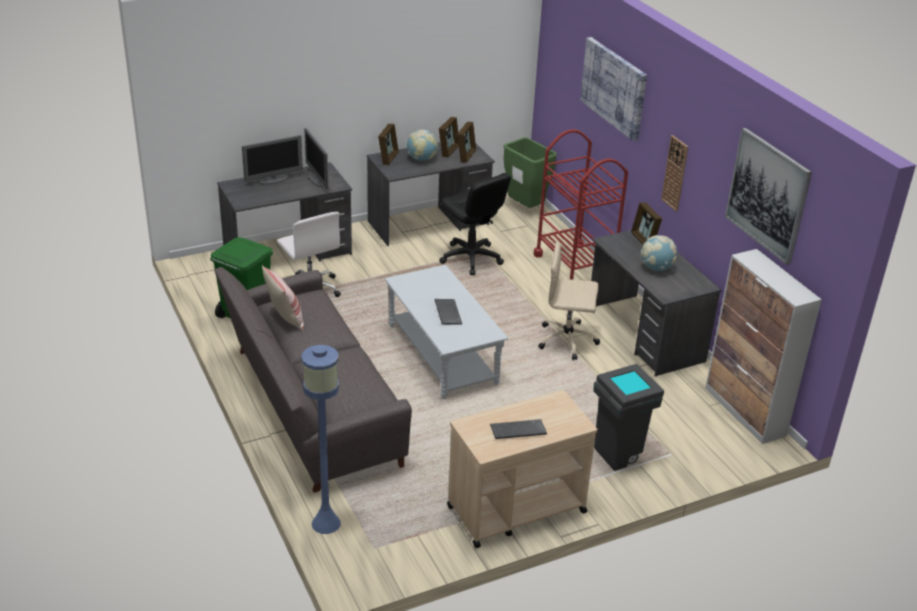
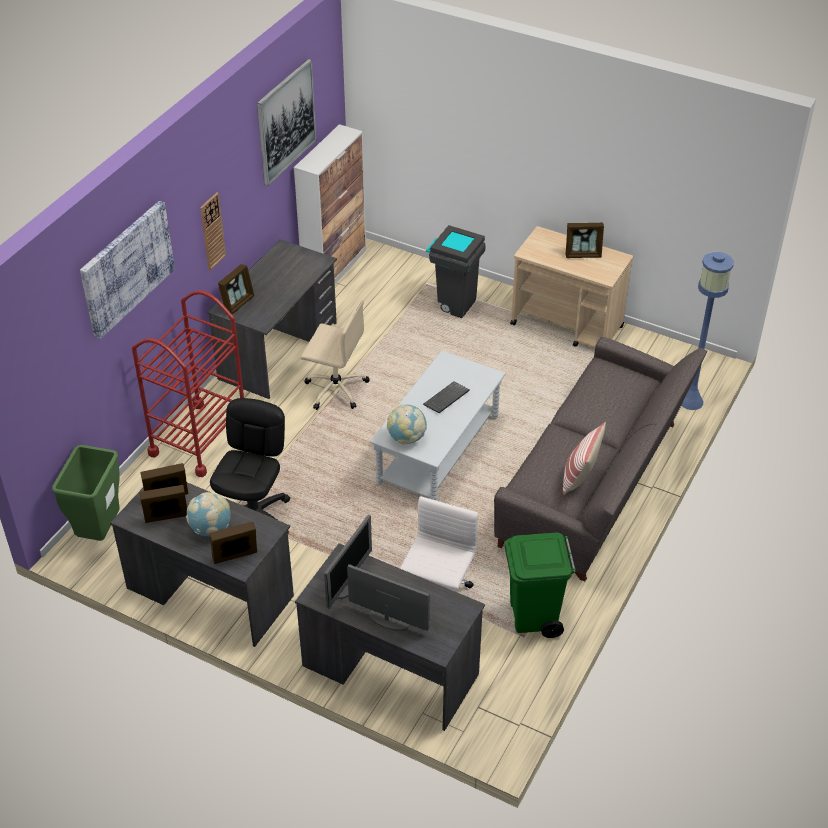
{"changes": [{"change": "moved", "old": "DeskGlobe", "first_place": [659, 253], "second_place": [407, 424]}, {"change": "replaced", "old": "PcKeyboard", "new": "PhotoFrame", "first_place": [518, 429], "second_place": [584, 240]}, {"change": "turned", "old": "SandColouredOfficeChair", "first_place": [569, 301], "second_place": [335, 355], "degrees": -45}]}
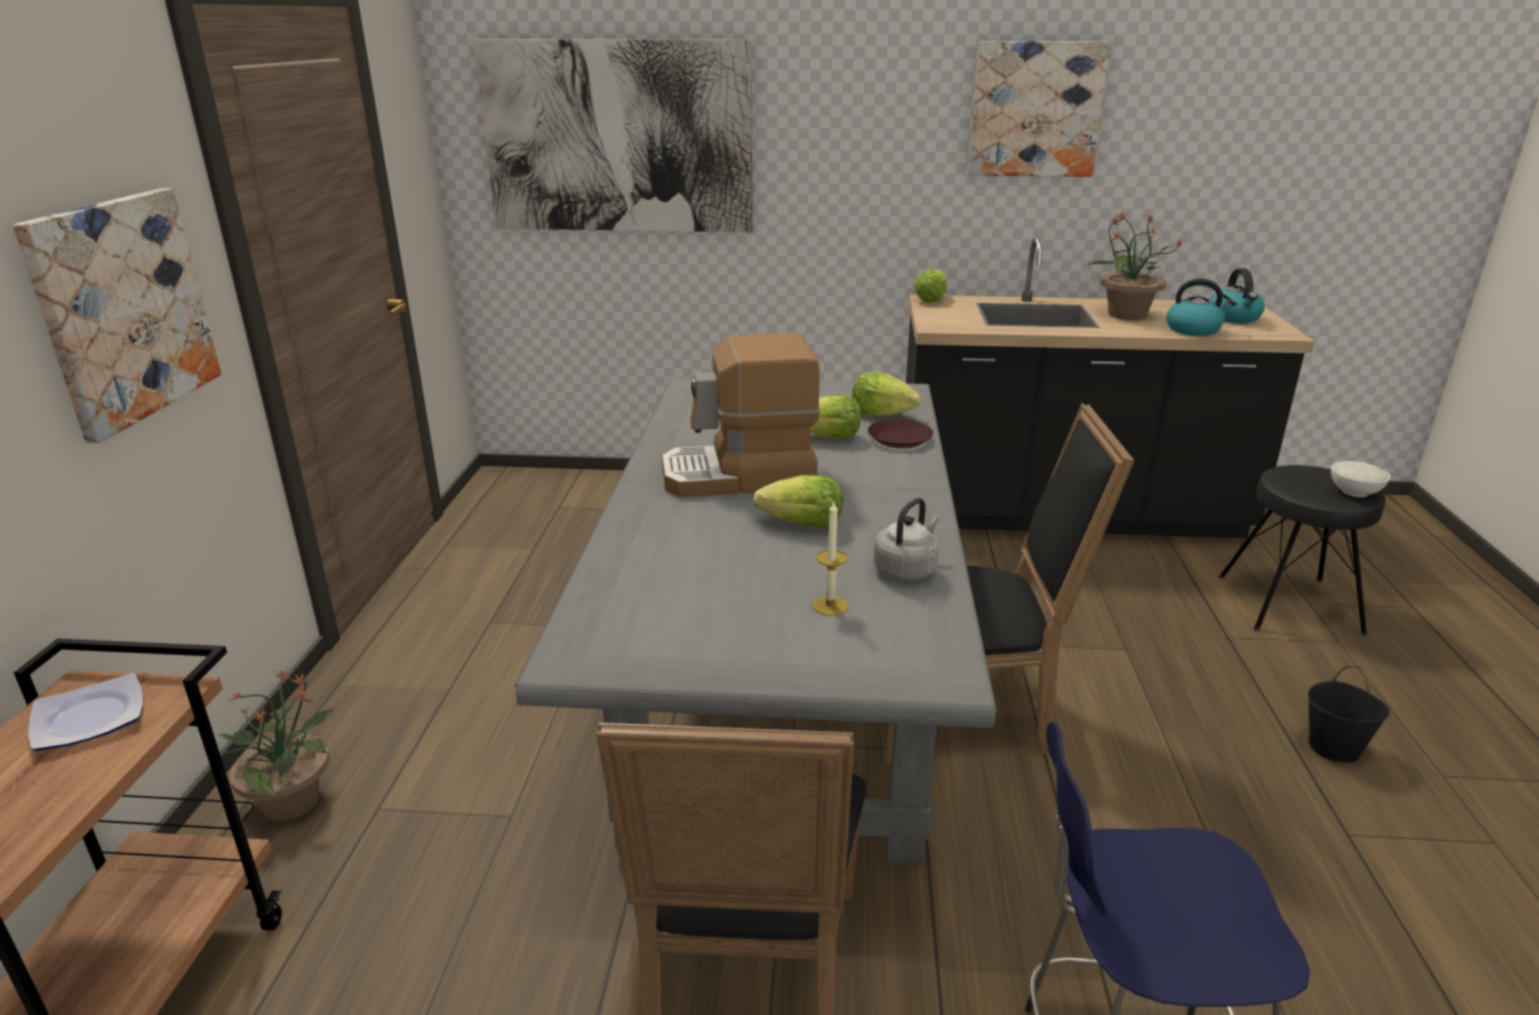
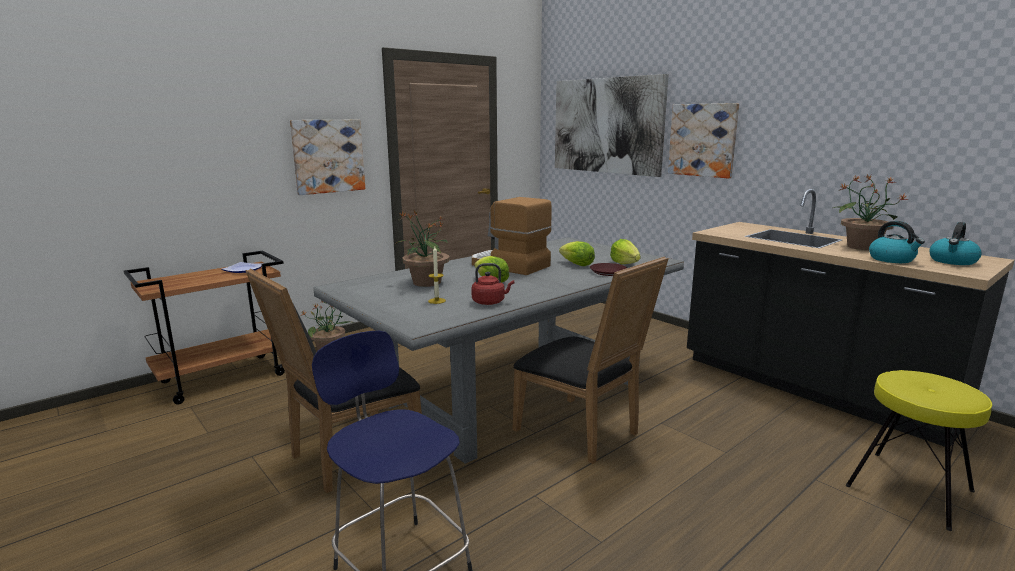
{"changes": [{"change": "removed", "old": "Lettuce", "first_place": [930, 286]}, {"change": "removed", "old": "BlackishPail", "first_place": [1349, 714]}, {"change": "removed", "old": "WhiteDeepDish", "first_place": [1360, 479]}, {"change": "added", "new": "PottedPlant", "second_place": [422, 248]}, {"change": "moved", "old": "WallPicture", "first_place": [1039, 109], "second_place": [703, 140]}, {"change": "recoloured", "old": "GreyishWaterKettle", "new": "ReddishWaterKettle", "first_place": [906, 539], "second_place": [492, 284]}, {"change": "recoloured", "old": "BlackishSittingStool", "new": "YellowColouredSittingStool", "first_place": [1302, 550], "second_place": [919, 450]}]}
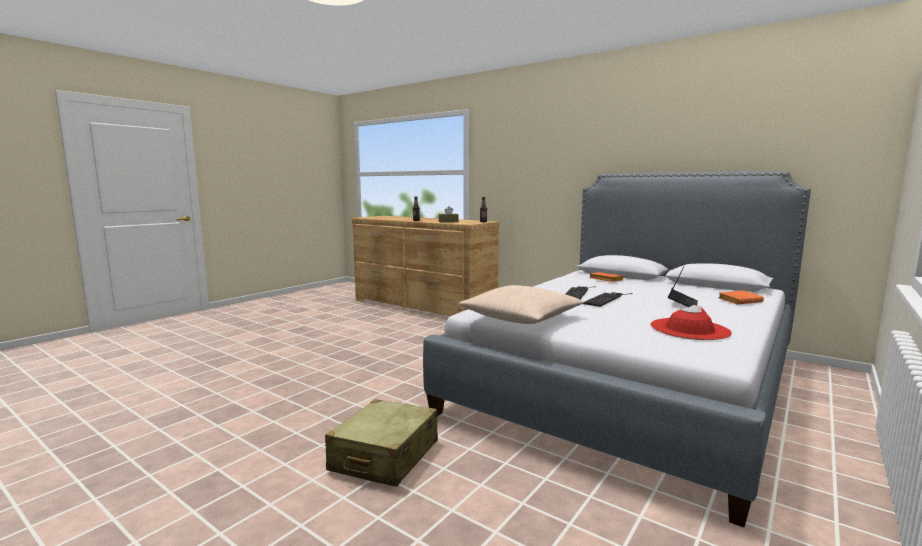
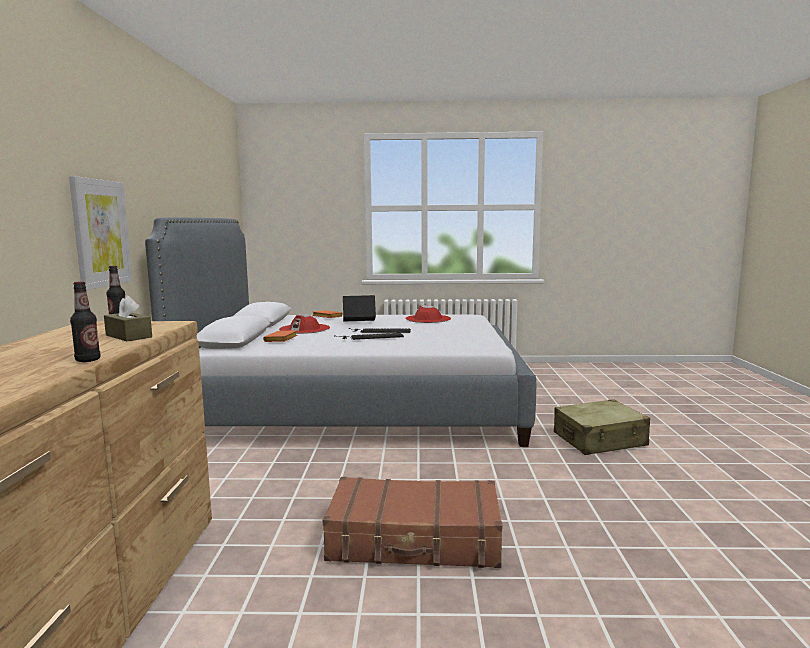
{"changes": [{"change": "removed", "old": "SandColouredCushion", "first_place": [521, 304]}, {"change": "added", "new": "WallPicture", "second_place": [100, 233]}, {"change": "added", "new": "ReddishHat", "second_place": [304, 324]}, {"change": "added", "new": "BrownSuitcase", "second_place": [412, 522]}]}
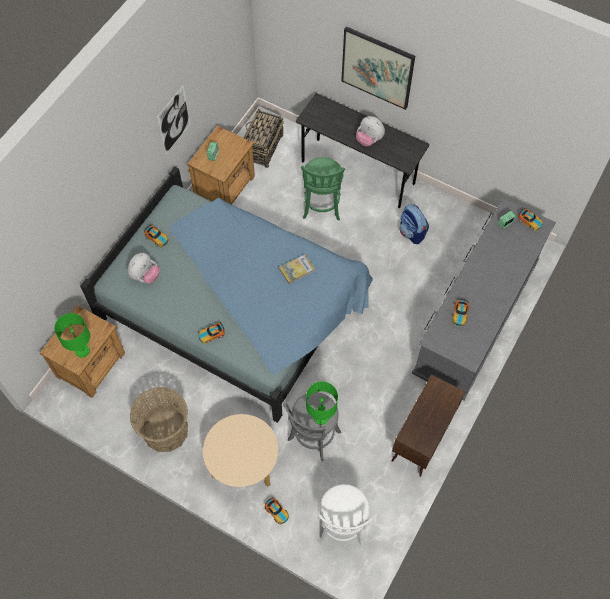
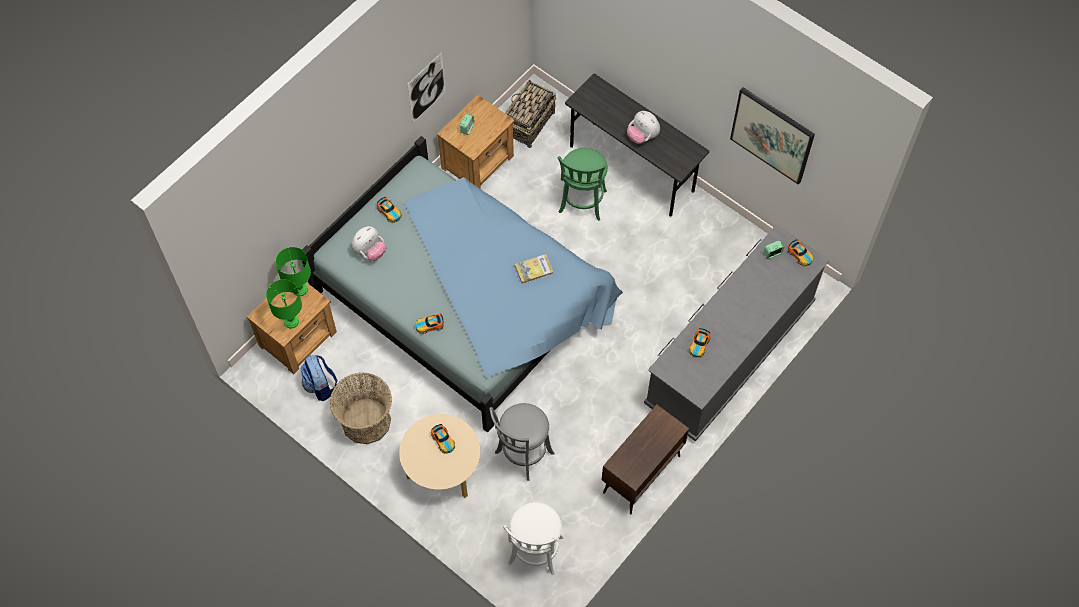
{"changes": [{"change": "moved", "old": "MiniatureCar", "first_place": [277, 510], "second_place": [443, 439]}, {"change": "moved", "old": "GreenColouredLampForATable", "first_place": [322, 403], "second_place": [293, 271]}, {"change": "moved", "old": "WallPicture", "first_place": [378, 68], "second_place": [772, 135]}, {"change": "moved", "old": "Knapsack", "first_place": [414, 224], "second_place": [319, 378]}]}
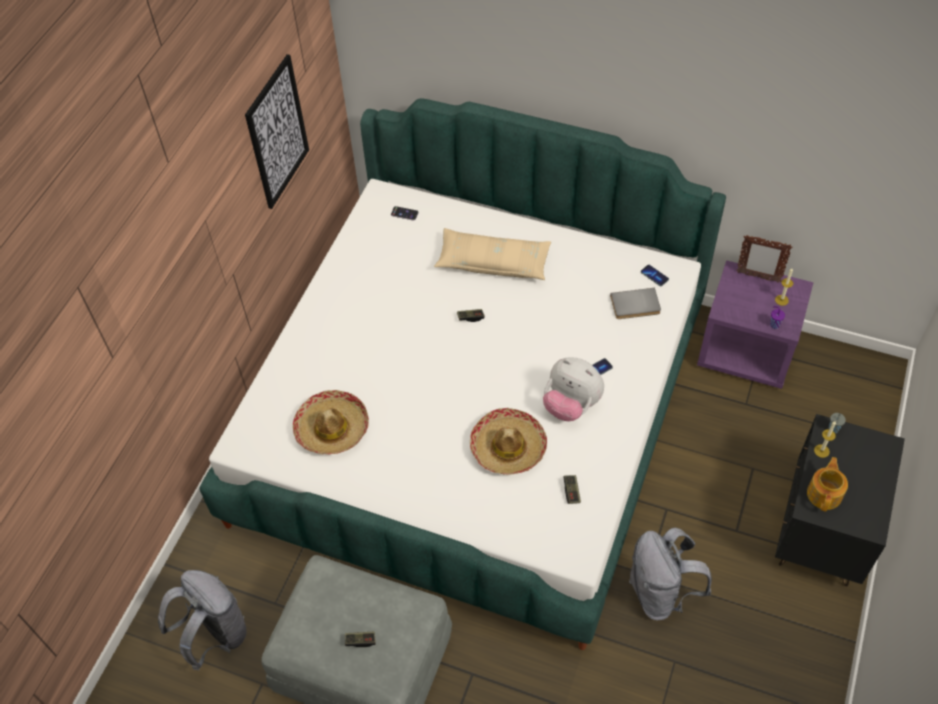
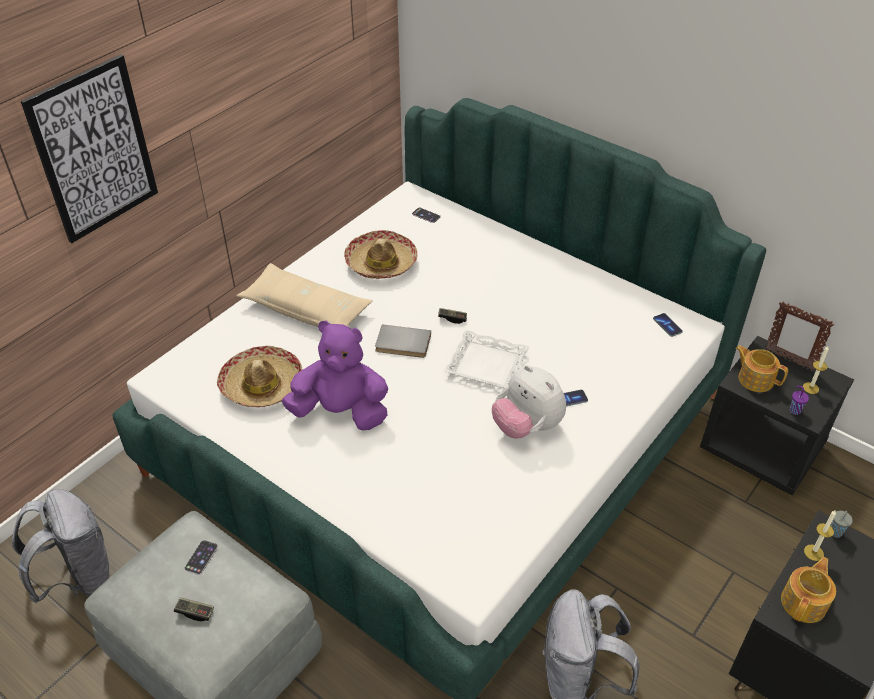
{"changes": [{"change": "removed", "old": "GameController", "first_place": [572, 489]}, {"change": "added", "new": "Telephone", "second_place": [201, 557]}, {"change": "added", "new": "PurpleColouredSoftToy", "second_place": [335, 375]}, {"change": "added", "new": "WhiteTray", "second_place": [487, 359]}, {"change": "added", "new": "Teapot", "second_place": [761, 368]}, {"change": "moved", "old": "WallPicture", "first_place": [277, 131], "second_place": [89, 148]}, {"change": "moved", "old": "SandColouredCushion", "first_place": [492, 254], "second_place": [304, 295]}, {"change": "moved", "old": "Hat", "first_place": [508, 441], "second_place": [381, 254]}, {"change": "moved", "old": "GreyishVolume", "first_place": [635, 303], "second_place": [403, 341]}, {"change": "recoloured", "old": "PurpleColouredBedsideTable", "new": "BlackishBedsideTable", "first_place": [755, 324], "second_place": [777, 416]}]}
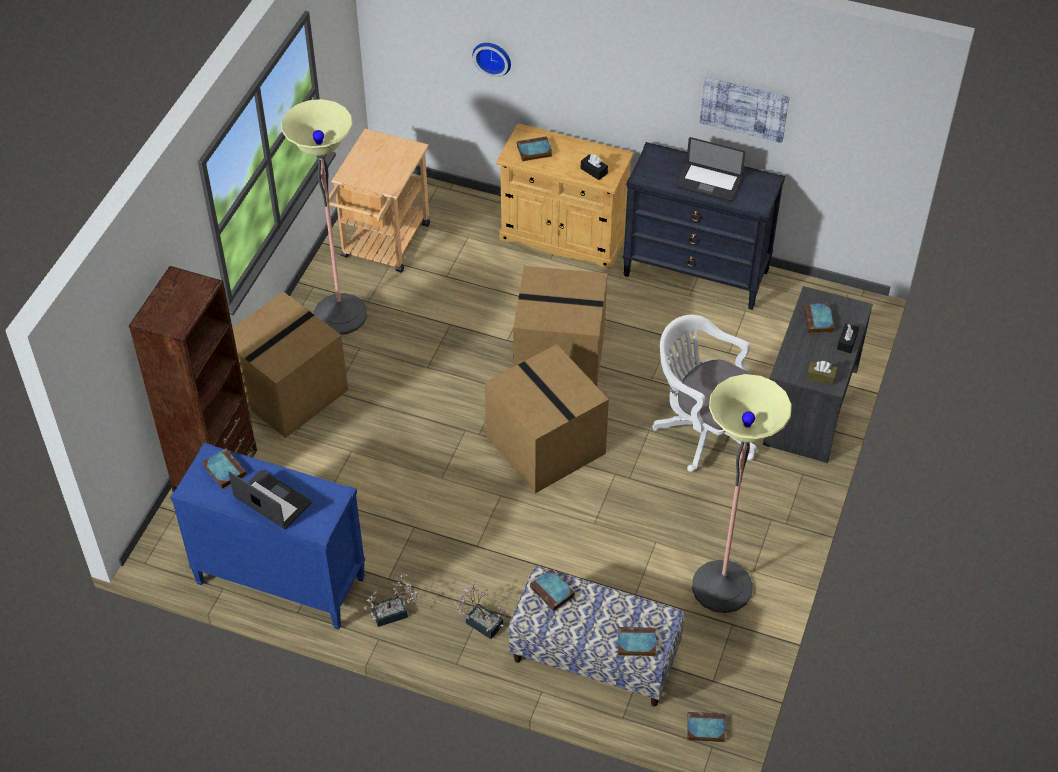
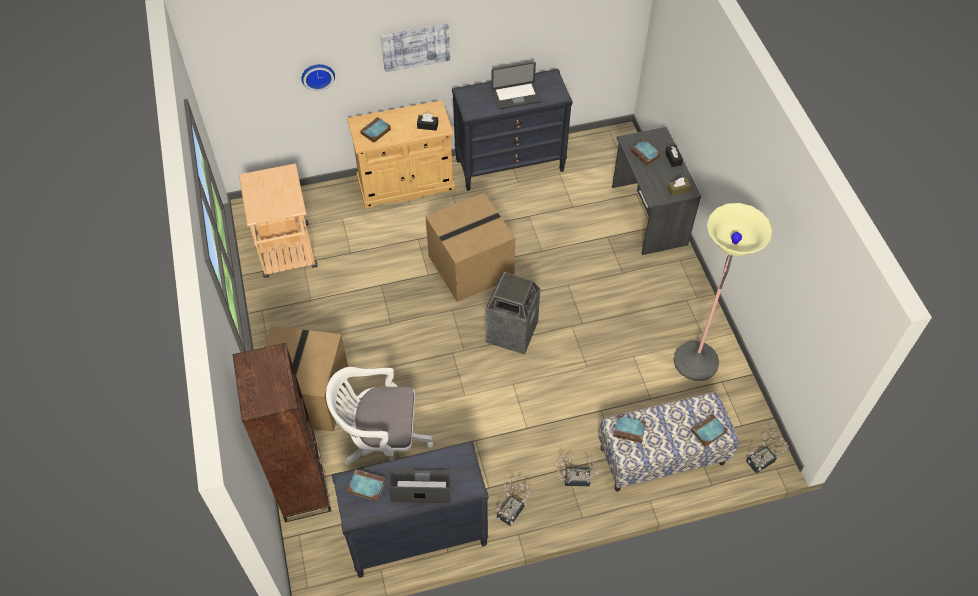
{"changes": [{"change": "removed", "old": "FloorLamp", "first_place": [324, 217]}, {"change": "moved", "old": "WhiteOfficeChair", "first_place": [704, 393], "second_place": [379, 416]}, {"change": "moved", "old": "WallPicture", "first_place": [744, 110], "second_place": [415, 48]}, {"change": "replaced", "old": "Carton", "new": "WasteBin", "first_place": [547, 418], "second_place": [513, 313]}, {"change": "replaced", "old": "Volume", "new": "PottedPlant", "first_place": [706, 727], "second_place": [767, 451]}, {"change": "recoloured", "old": "BlueColouredDresser", "new": "BlackishDresser", "first_place": [267, 536], "second_place": [410, 509]}]}
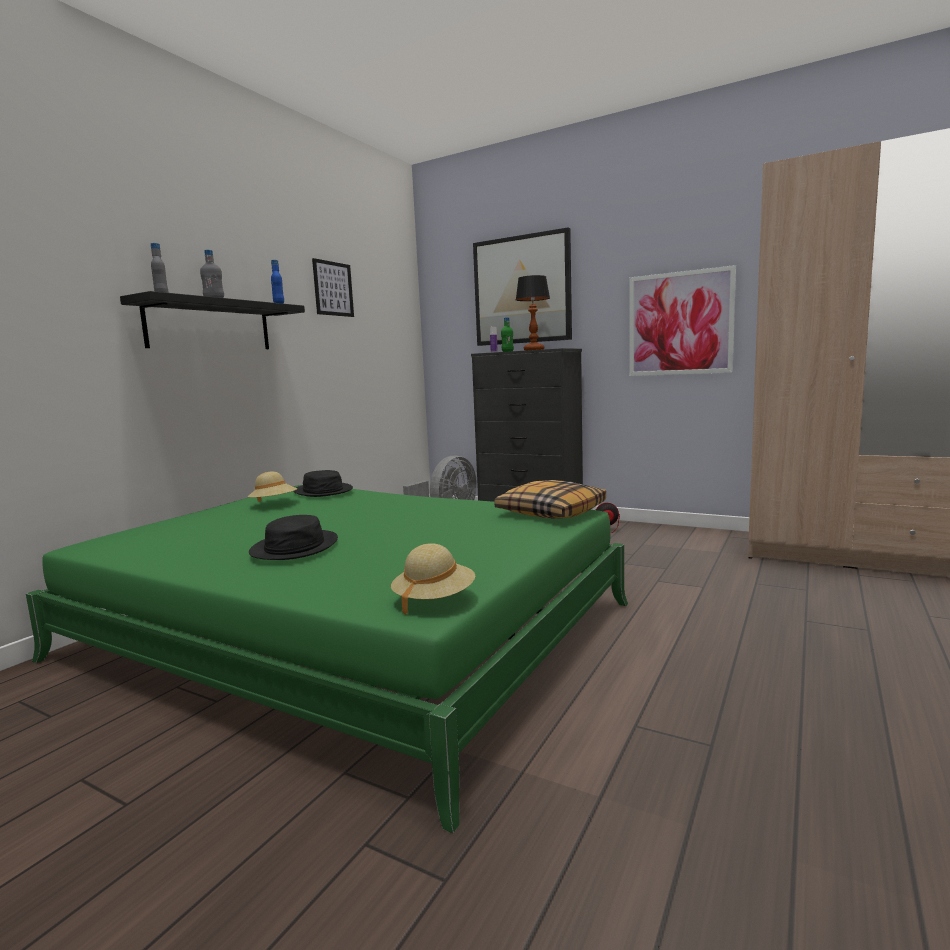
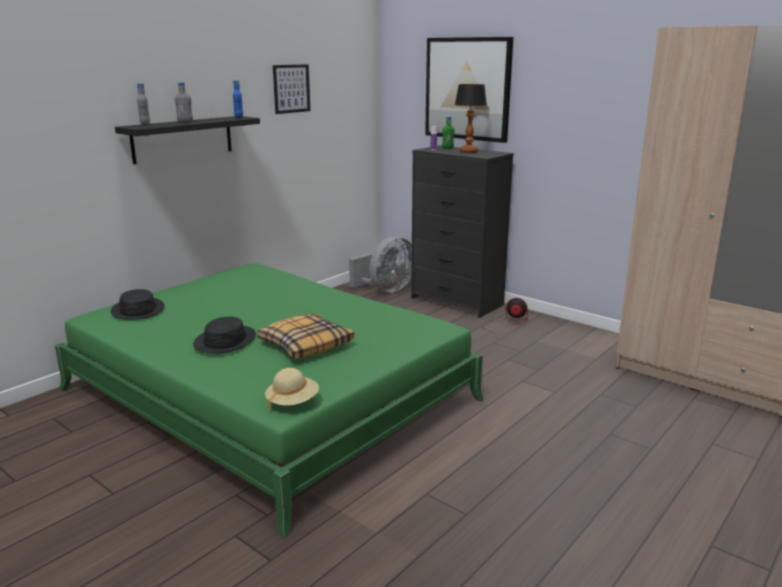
{"changes": [{"change": "removed", "old": "SandColouredHat", "first_place": [272, 487]}, {"change": "removed", "old": "WallPicture", "first_place": [682, 320]}, {"change": "moved", "old": "BlackishHat", "first_place": [323, 483], "second_place": [138, 304]}, {"change": "moved", "old": "Cushion", "first_place": [550, 499], "second_place": [305, 336]}]}
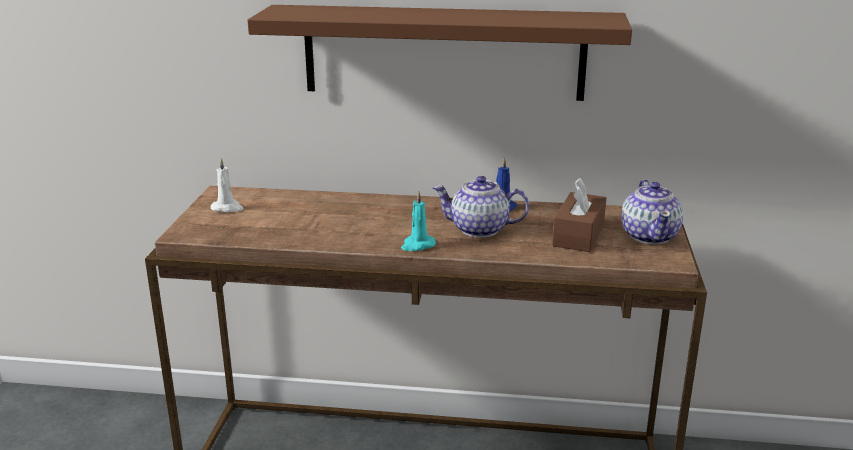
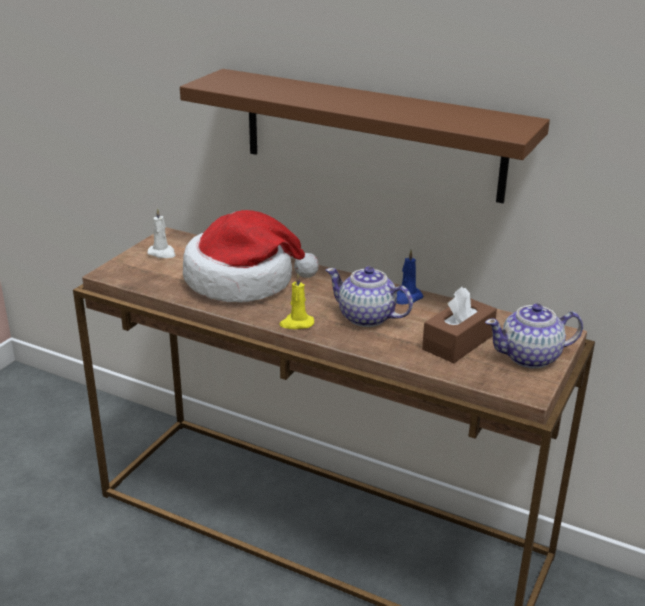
{"changes": [{"change": "added", "new": "Hat", "second_place": [251, 256]}, {"change": "recoloured", "old": "TurquoiseWaxCandle", "new": "YellowColouredWaxCandle", "first_place": [418, 221], "second_place": [296, 301]}, {"change": "turned", "old": "Teapot", "first_place": [652, 212], "second_place": [534, 336], "degrees": 60}]}
